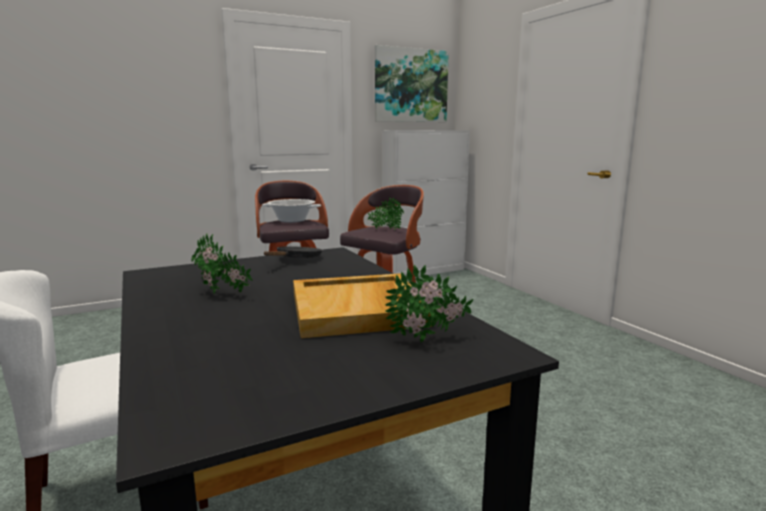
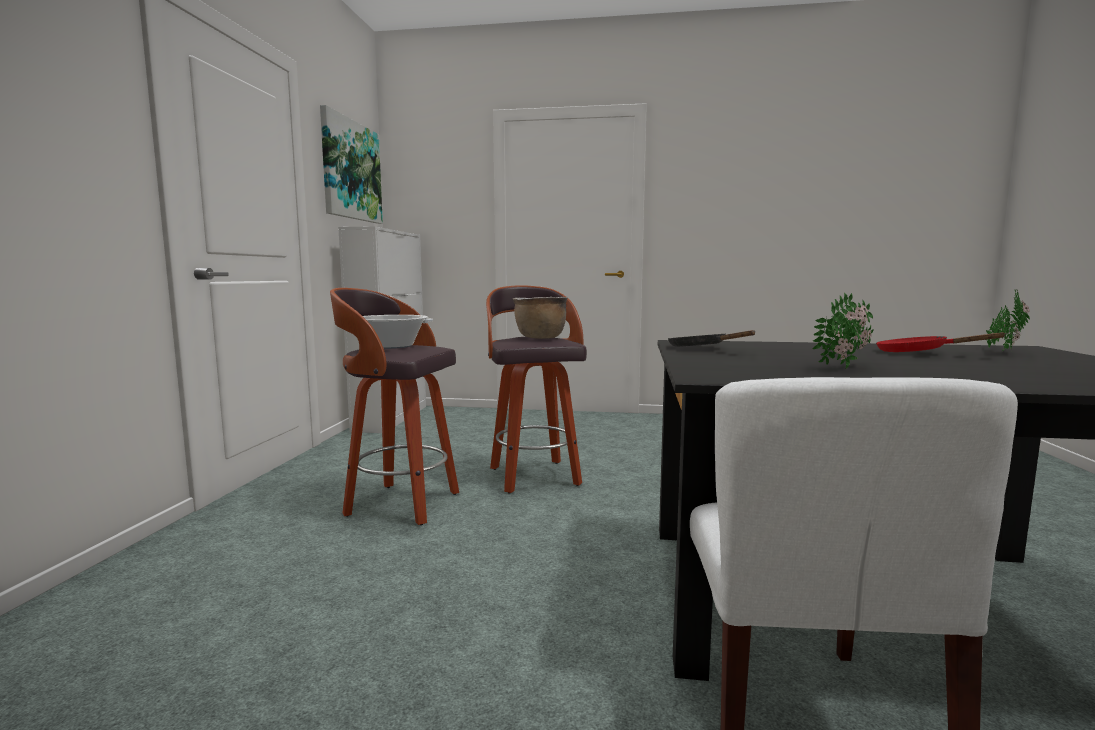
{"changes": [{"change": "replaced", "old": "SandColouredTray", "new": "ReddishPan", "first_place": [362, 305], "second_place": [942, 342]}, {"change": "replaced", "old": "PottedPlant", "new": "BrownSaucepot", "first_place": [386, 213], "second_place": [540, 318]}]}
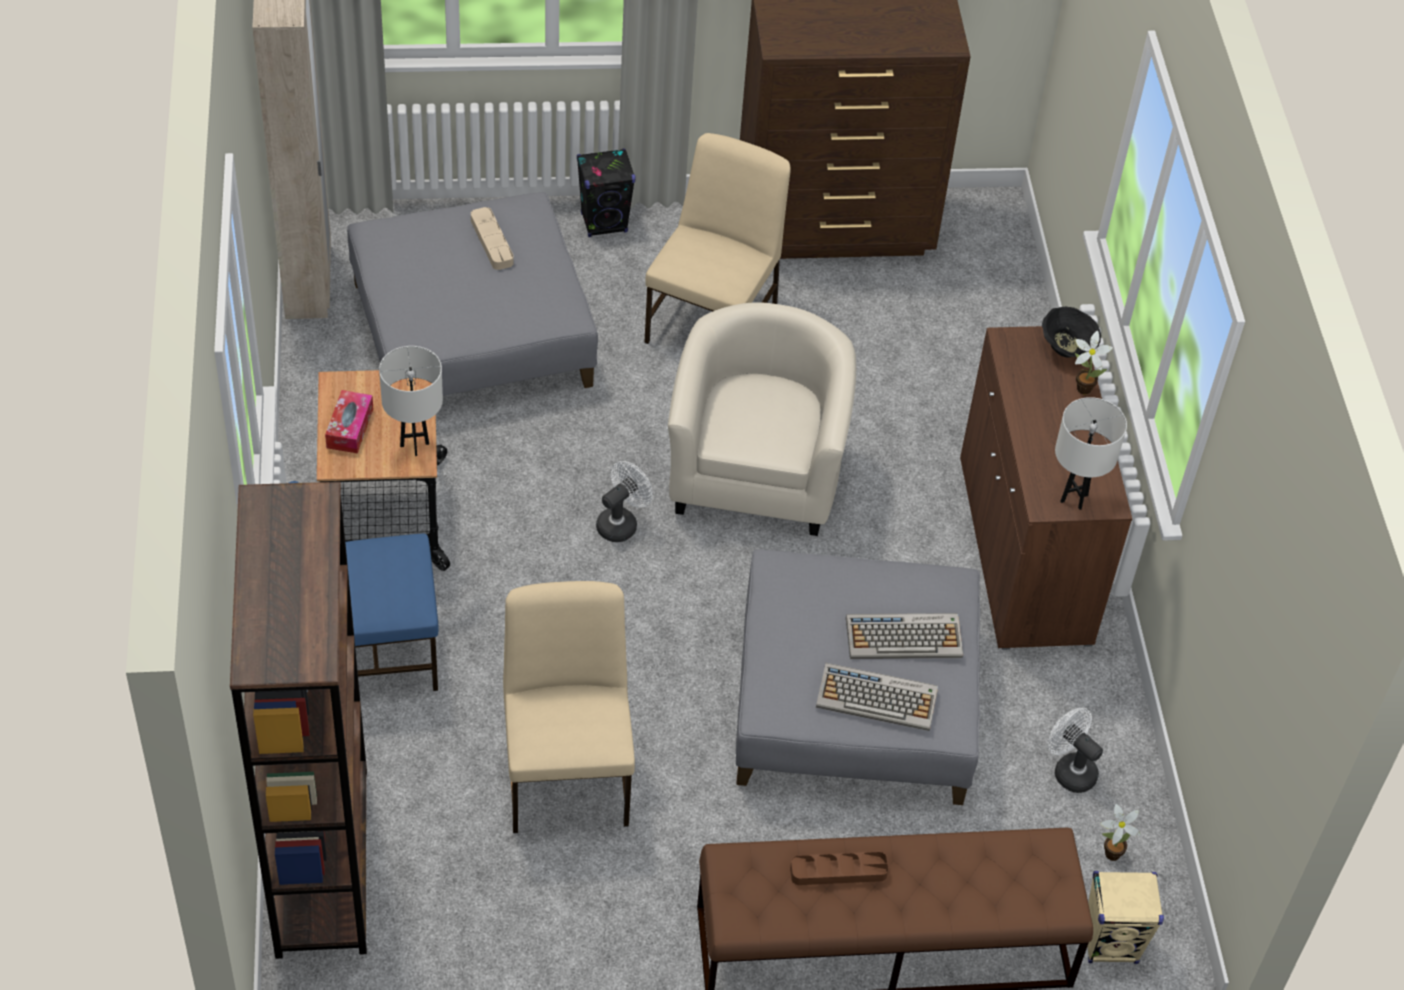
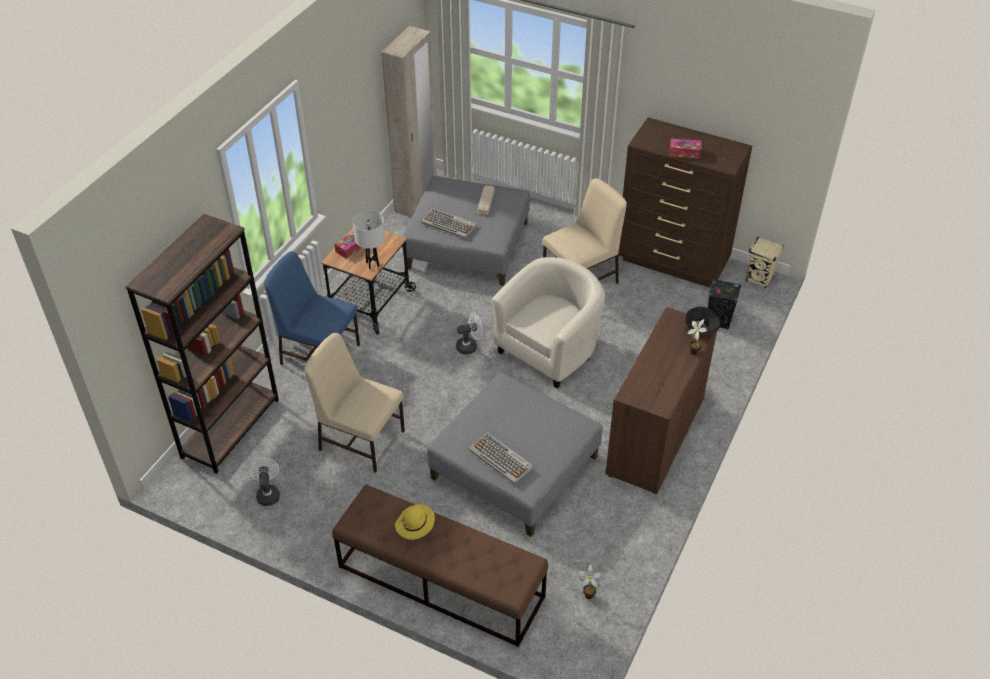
{"changes": [{"change": "removed", "old": "WhiteLampForATable", "first_place": [1091, 453]}, {"change": "added", "new": "TissueHolder", "second_place": [685, 148]}, {"change": "moved", "old": "BlackishLoudspeaker", "first_place": [606, 192], "second_place": [724, 304]}, {"change": "moved", "old": "PcKeyboard", "first_place": [904, 636], "second_place": [449, 223]}, {"change": "moved", "old": "WhiteFan", "first_place": [1075, 750], "second_place": [264, 482]}, {"change": "moved", "old": "SandColouredLoudspeaker", "first_place": [1125, 917], "second_place": [765, 262]}, {"change": "replaced", "old": "BrownTray", "new": "YellowColouredHat", "first_place": [839, 868], "second_place": [415, 522]}, {"change": "turned", "old": "SandColouredUprightChair", "first_place": [569, 707], "second_place": [354, 403], "degrees": -90}]}
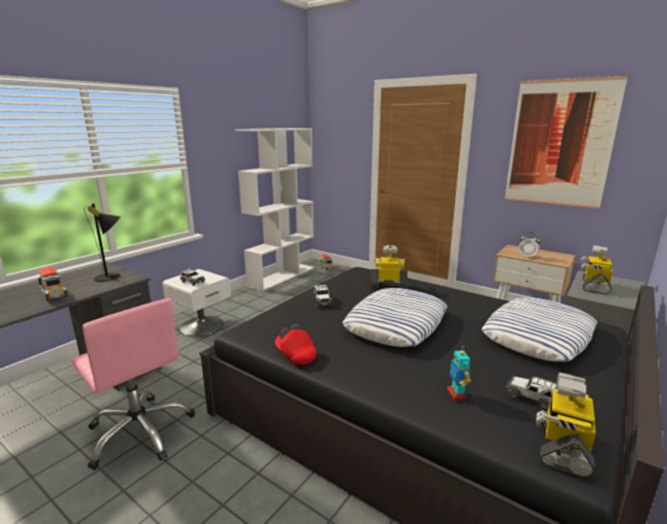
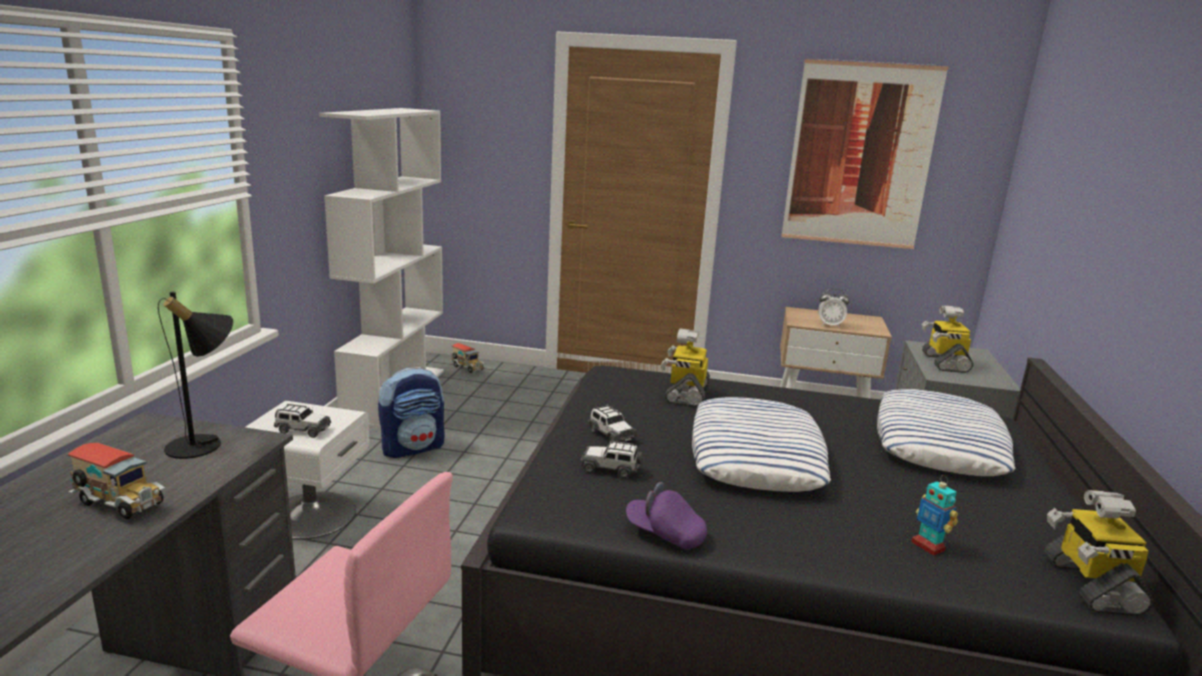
{"changes": [{"change": "added", "new": "Knapsack", "second_place": [411, 412]}, {"change": "moved", "old": "MiniatureCar", "first_place": [531, 393], "second_place": [611, 459]}, {"change": "recoloured", "old": "ReddishCap", "new": "PurpleColouredCap", "first_place": [296, 344], "second_place": [666, 516]}, {"change": "turned", "old": "RobotFigure", "first_place": [389, 267], "second_place": [685, 367], "degrees": -60}]}
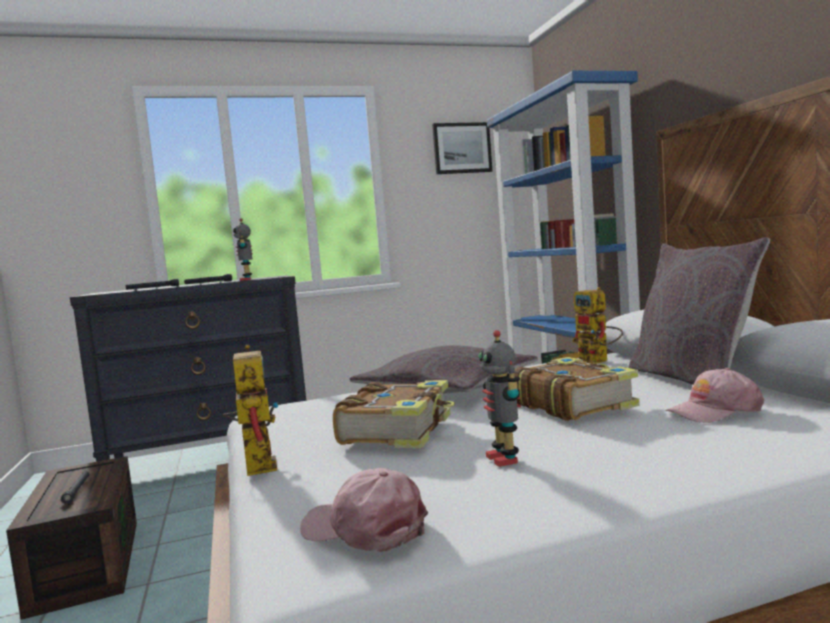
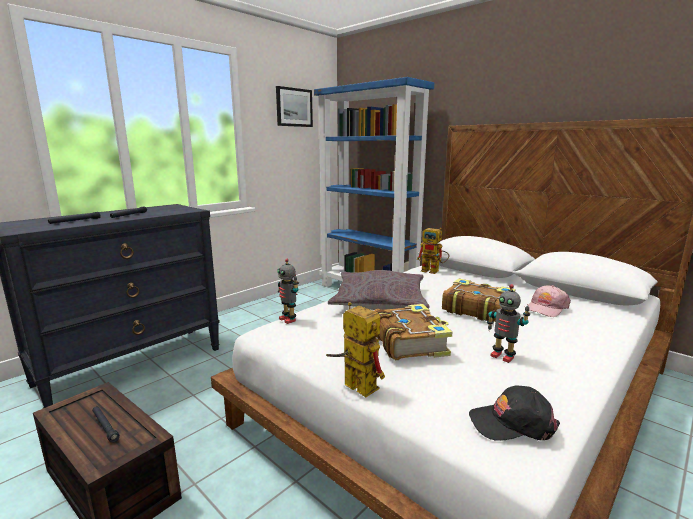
{"changes": [{"change": "removed", "old": "GreyishCushion", "first_place": [699, 311]}, {"change": "moved", "old": "RobotFigure", "first_place": [243, 249], "second_place": [288, 291]}, {"change": "recoloured", "old": "PinkColouredCap", "new": "BlackishCap", "first_place": [364, 510], "second_place": [514, 413]}]}
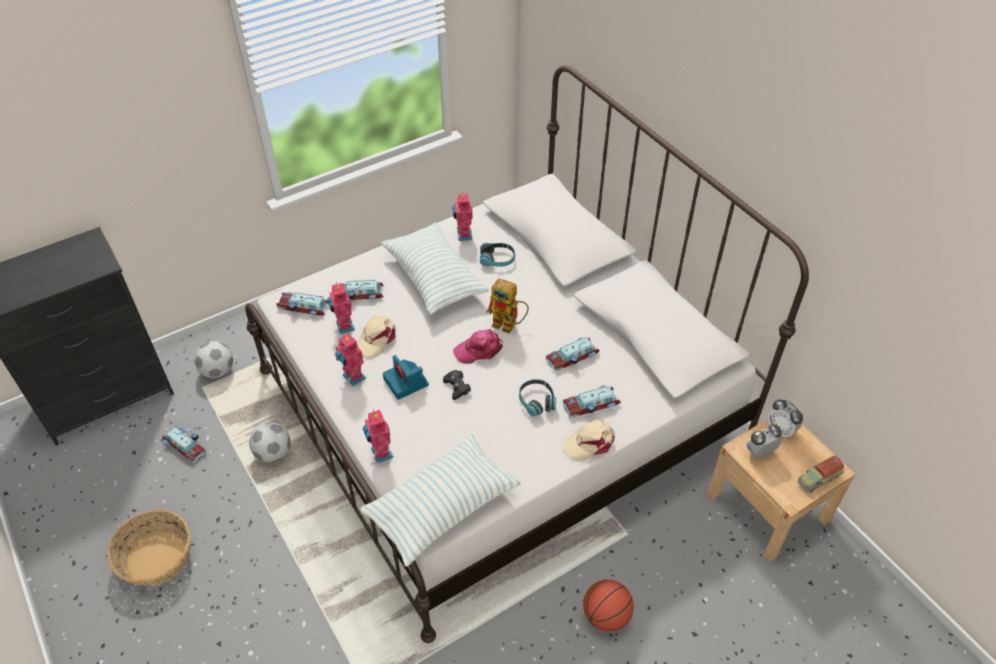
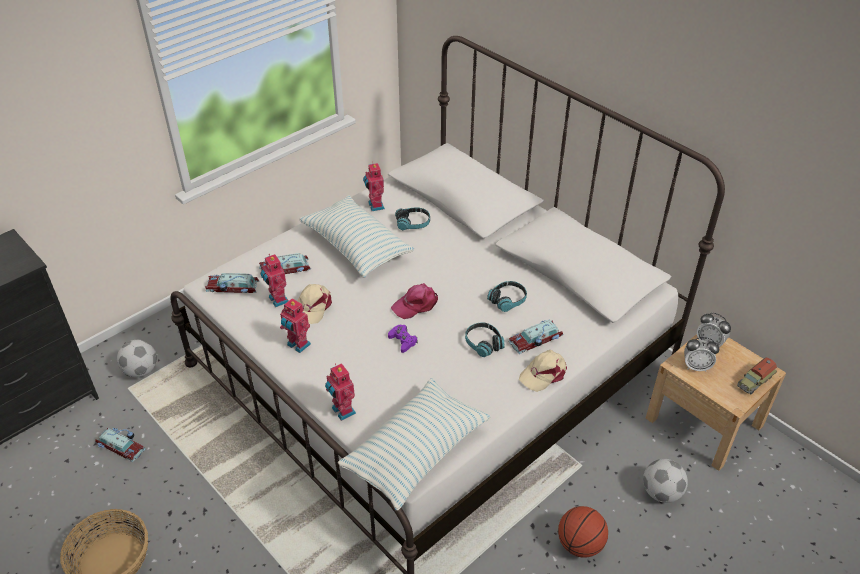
{"changes": [{"change": "removed", "old": "PhotoCamera", "first_place": [406, 377]}, {"change": "removed", "old": "RobotFigure", "first_place": [507, 305]}, {"change": "moved", "old": "Football", "first_place": [270, 442], "second_place": [665, 481]}, {"change": "replaced", "old": "MiniatureCar", "new": "Headphones", "first_place": [572, 354], "second_place": [507, 296]}, {"change": "recoloured", "old": "BlackishGameController", "new": "PurpleColouredGameController", "first_place": [457, 385], "second_place": [403, 339]}, {"change": "turned", "old": "BedsideClock", "first_place": [764, 441], "second_place": [701, 354], "degrees": -135}]}
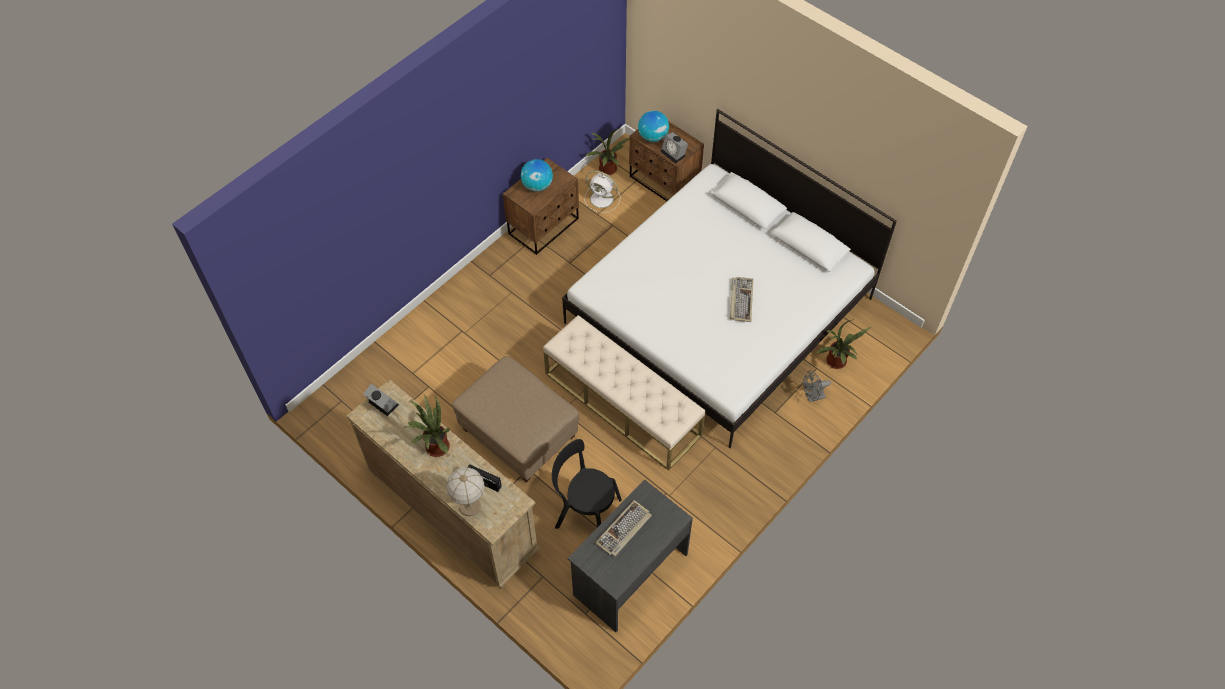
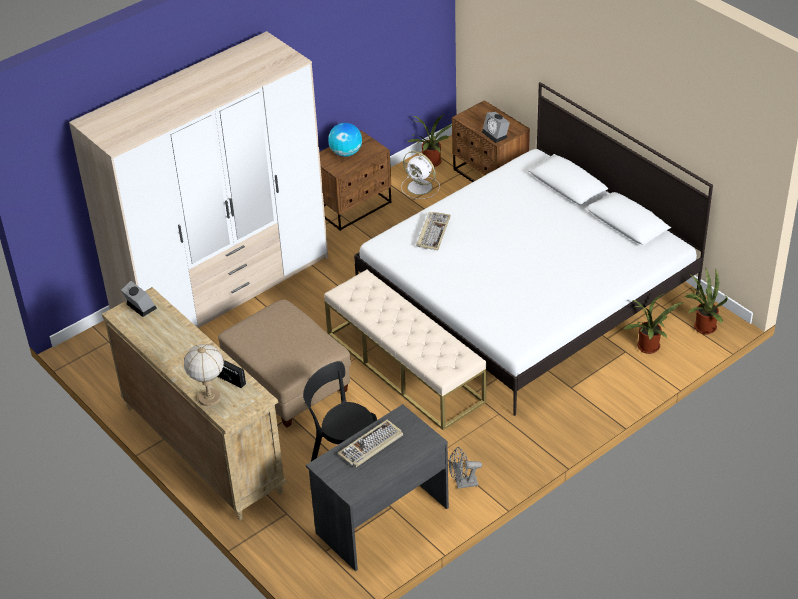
{"changes": [{"change": "removed", "old": "DeskGlobe", "first_place": [653, 126]}, {"change": "added", "new": "Wardrobe", "second_place": [198, 179]}, {"change": "moved", "old": "PottedPlant", "first_place": [427, 426], "second_place": [706, 300]}, {"change": "moved", "old": "PcKeyboard", "first_place": [741, 299], "second_place": [433, 231]}, {"change": "moved", "old": "GreyishFan", "first_place": [817, 386], "second_place": [465, 468]}]}
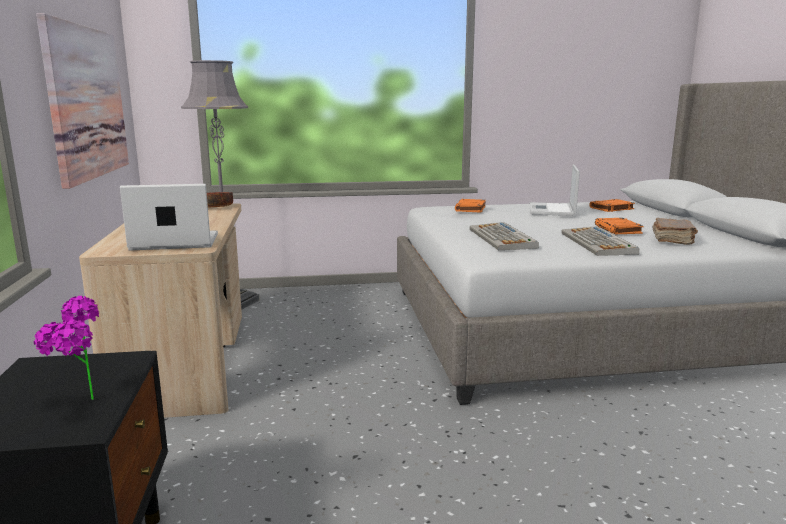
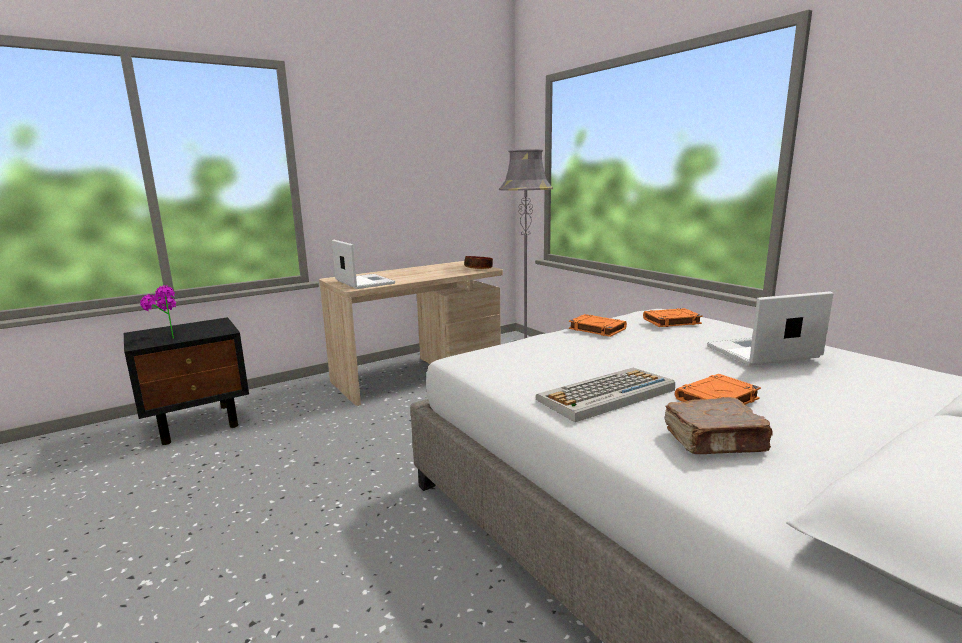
{"changes": [{"change": "removed", "old": "WallPicture", "first_place": [82, 101]}, {"change": "removed", "old": "PcKeyboard", "first_place": [504, 236]}, {"change": "moved", "old": "OrangeyVolume", "first_place": [612, 205], "second_place": [598, 325]}]}
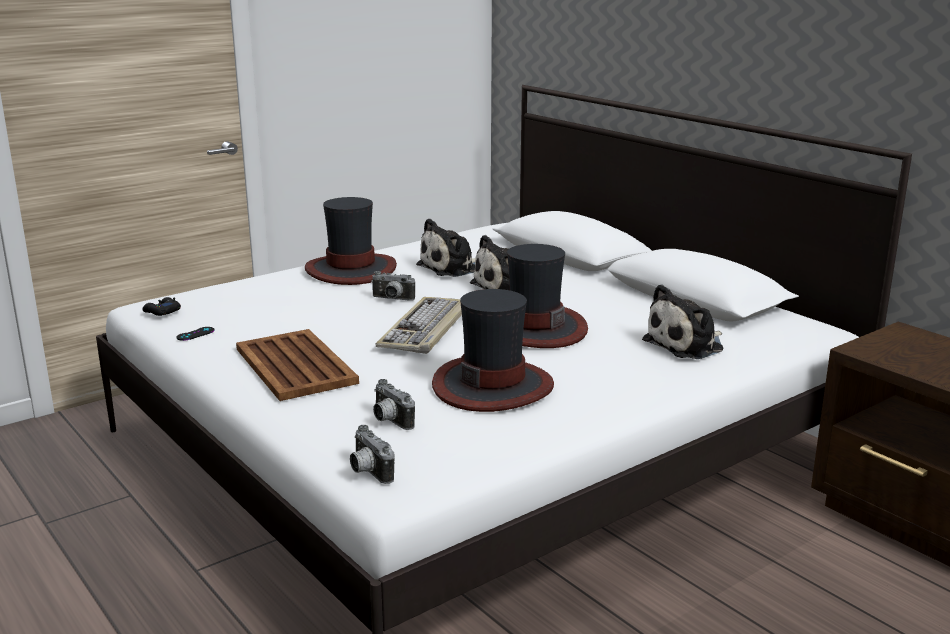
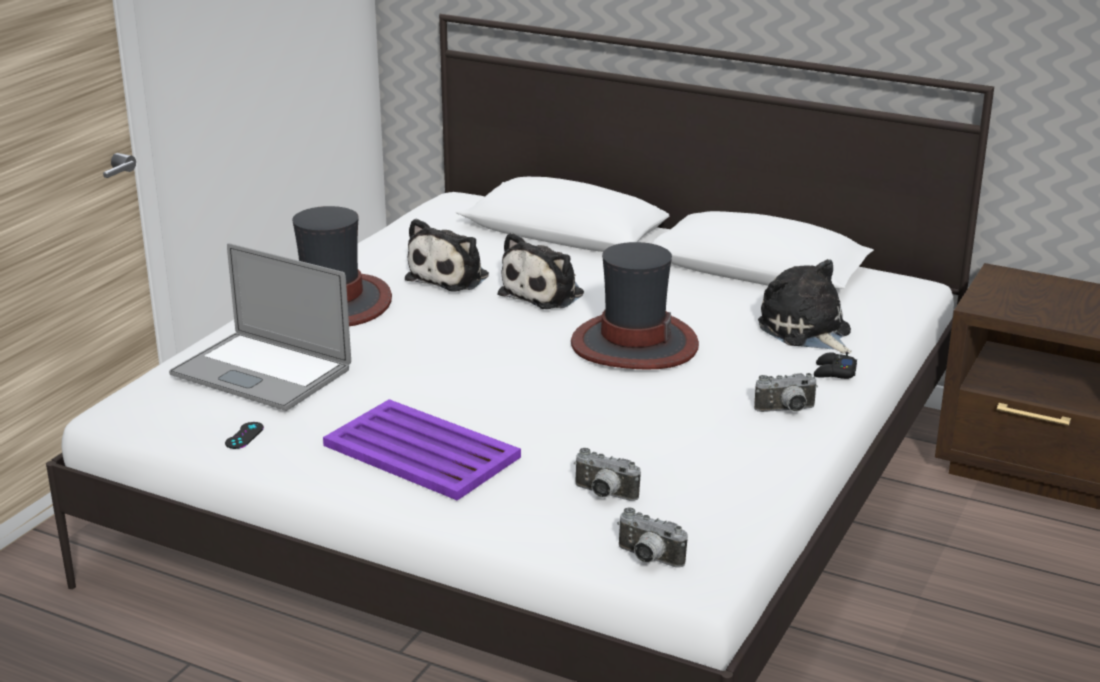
{"changes": [{"change": "removed", "old": "PcKeyboard", "first_place": [419, 325]}, {"change": "removed", "old": "Hat", "first_place": [493, 350]}, {"change": "added", "new": "Laptop", "second_place": [260, 327]}, {"change": "moved", "old": "BlackishGameController", "first_place": [162, 306], "second_place": [835, 365]}, {"change": "moved", "old": "PhotoCamera", "first_place": [393, 286], "second_place": [786, 392]}, {"change": "recoloured", "old": "BrownTray", "new": "PurpleColouredTray", "first_place": [297, 365], "second_place": [422, 450]}, {"change": "turned", "old": "SoftToy", "first_place": [683, 321], "second_place": [805, 306], "degrees": 120}]}
